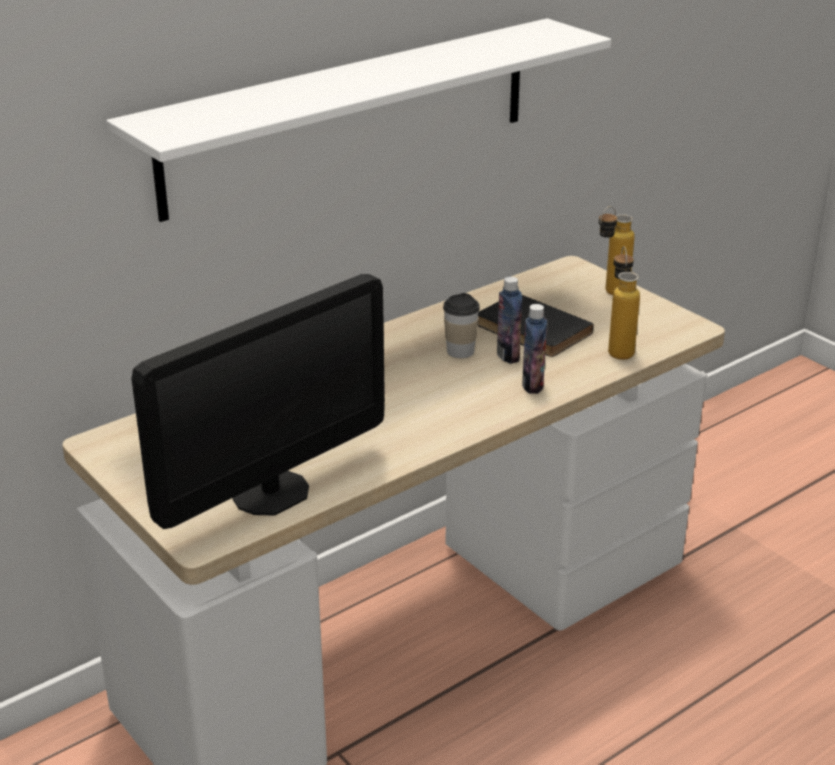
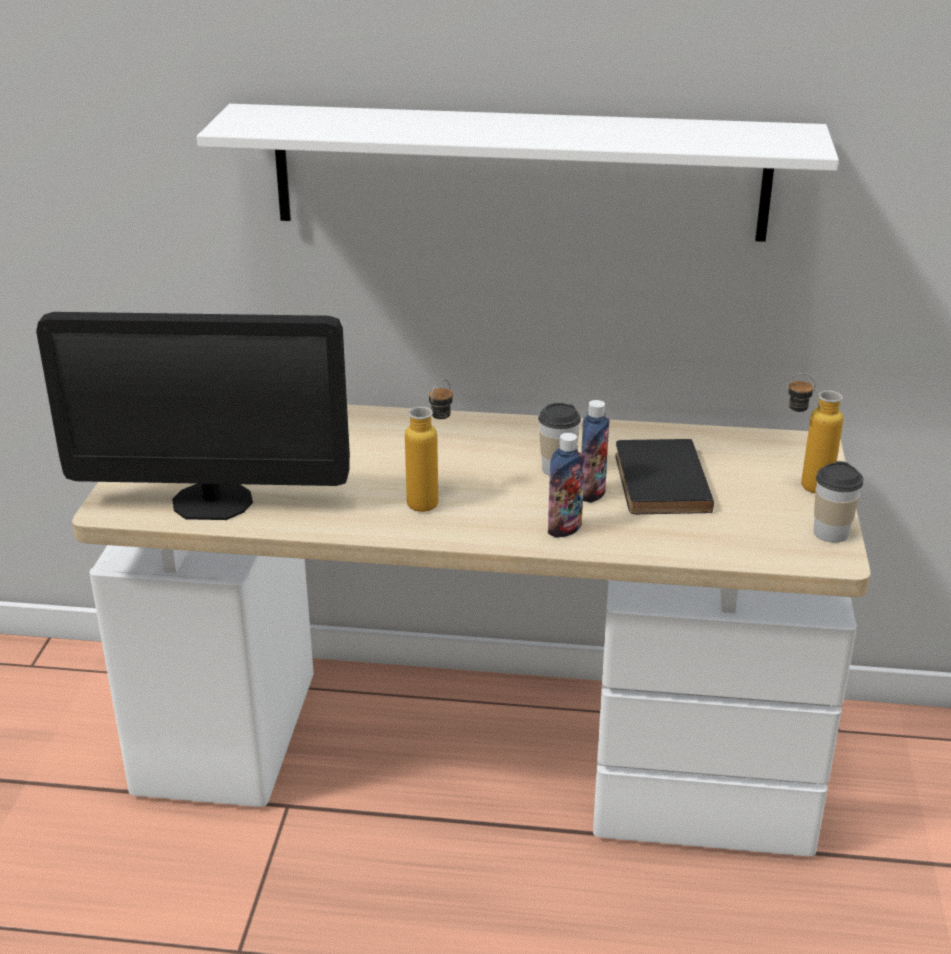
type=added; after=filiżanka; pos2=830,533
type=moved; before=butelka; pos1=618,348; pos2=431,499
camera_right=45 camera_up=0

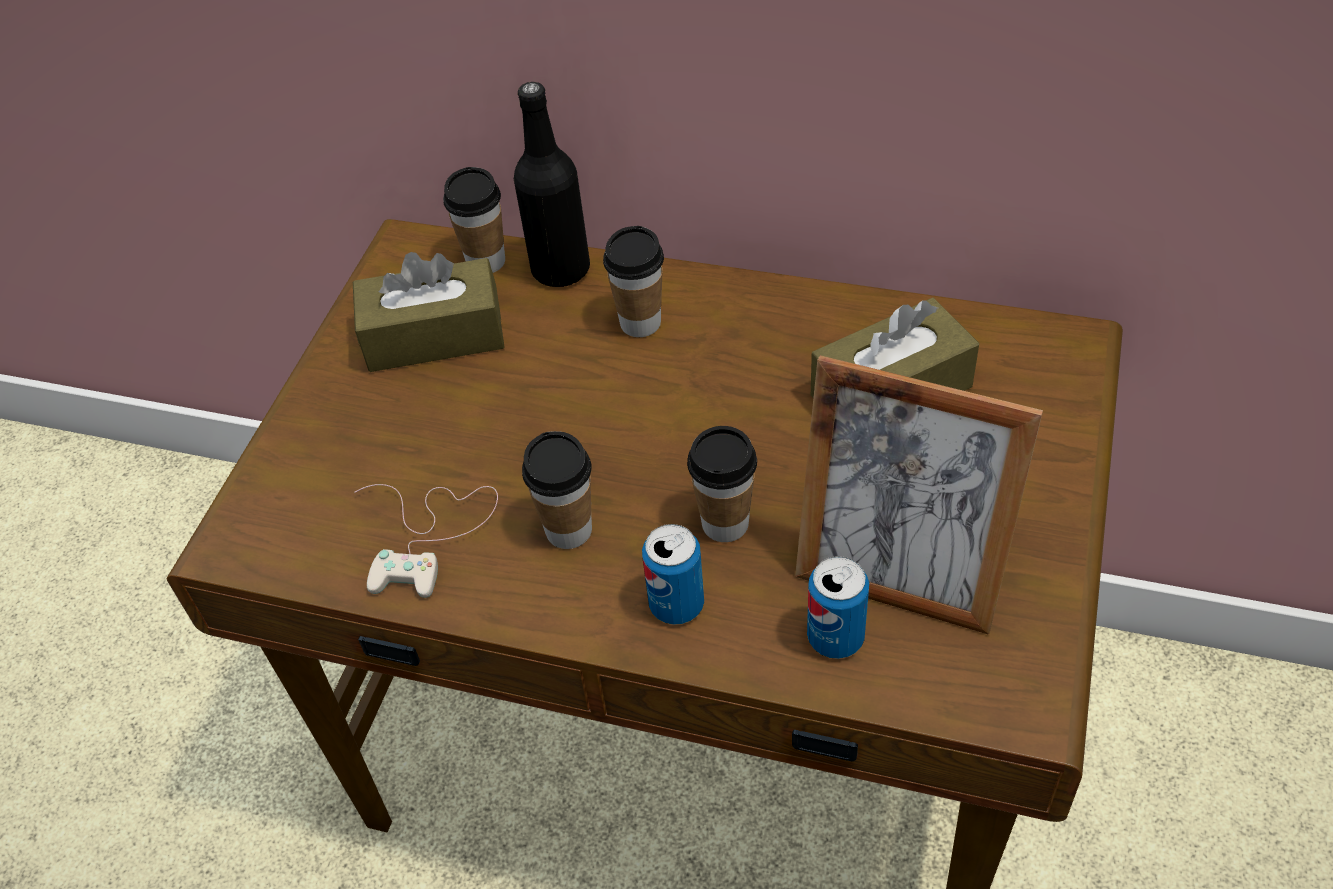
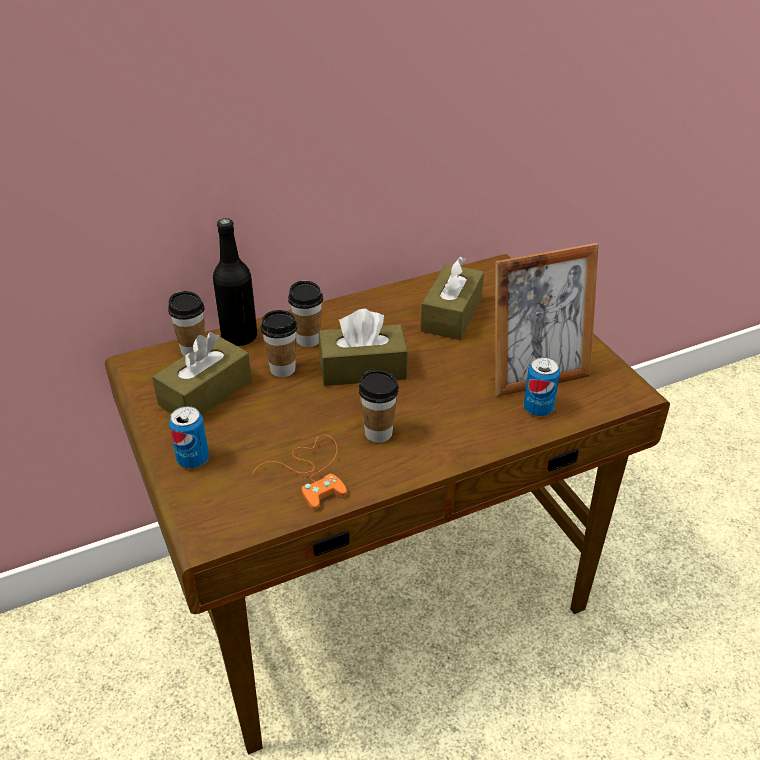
type=added; after=pudełko chusteczek [brązowy]; pos2=363,369
type=moved; before=puszka; pos1=676,604; pos2=193,459
type=moved; before=filiżanka; pos1=725,523; pos2=282,369
type=recoloured; before=pad do gier [biały]; after=pad do gier [pomarańczowy]; pos1=429,534; pos2=312,471
camera_right=-45 camera_up=-10

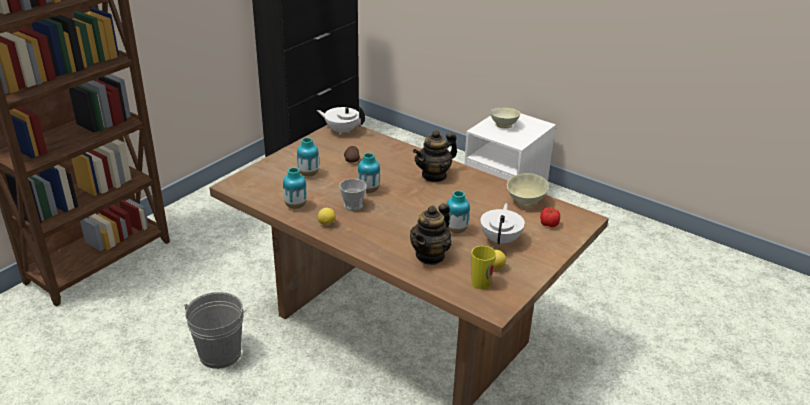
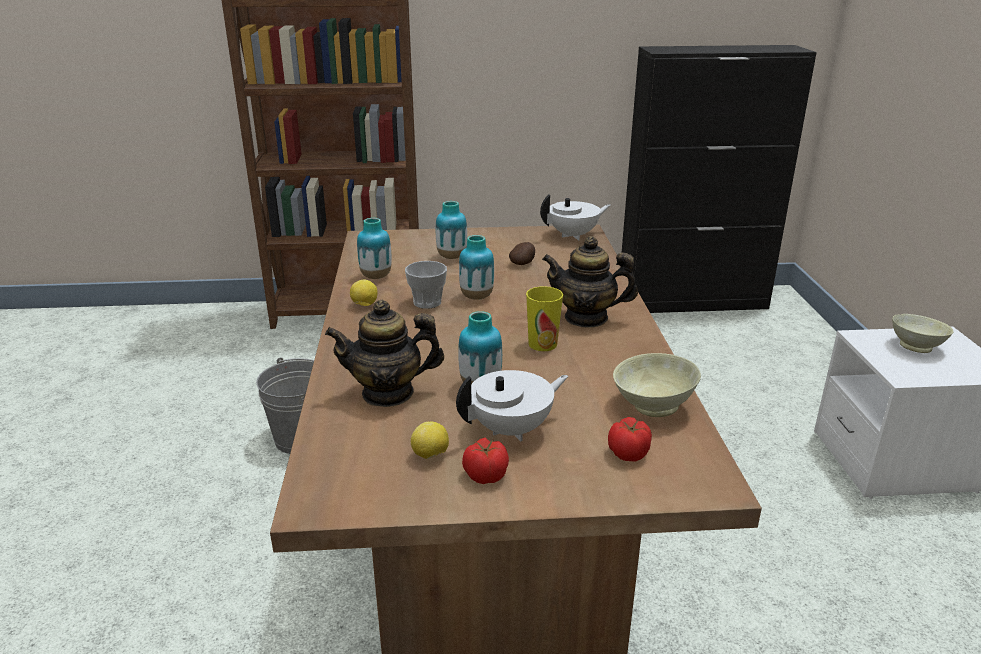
type=added; after=pomidor; pos2=485,475
type=moved; before=filiżanka; pos1=481,283; pos2=542,344
type=turned; before=imbryk [biały]; pos1=341,131; pos2=574,235; turn=90
camera_right=50 camera_up=-5

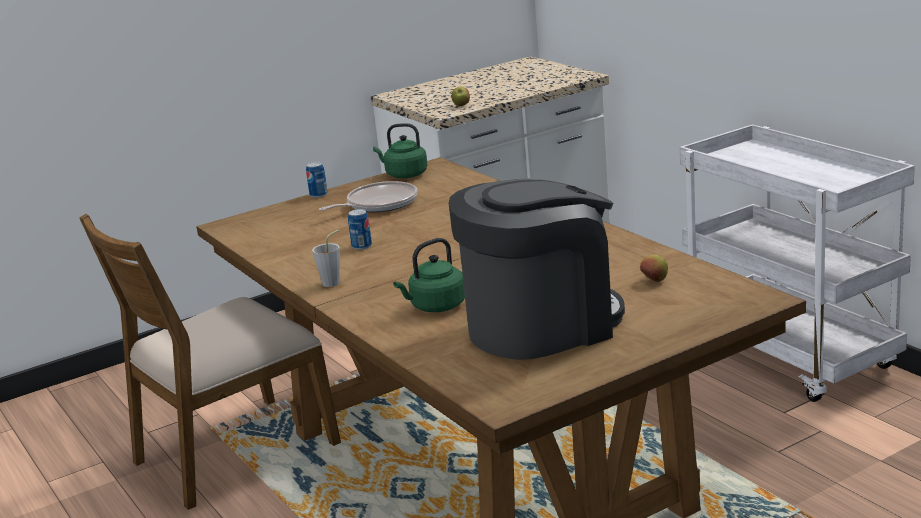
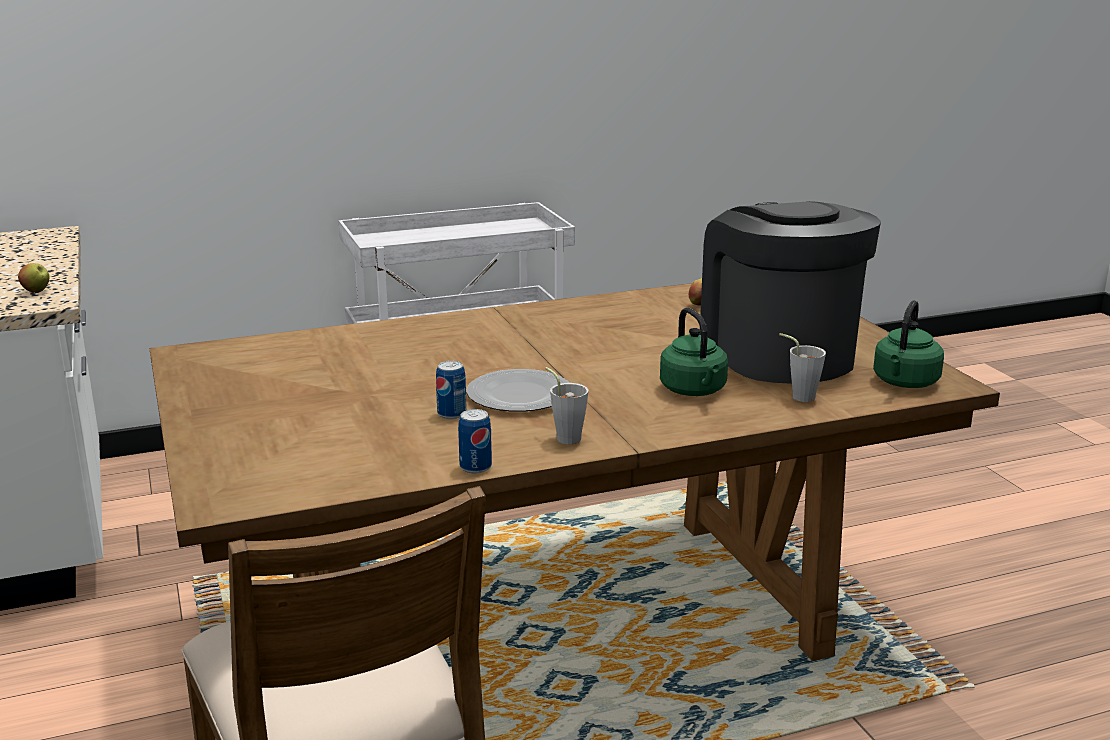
type=removed; before=patelnia; pos1=378,204
type=added; after=talerz; pos2=517,395
type=added; after=filiżanka [szary]; pos2=798,396
type=moved; before=puszka; pos1=318,195; pos2=475,467
type=moved; before=czajnik [zielony]; pos1=404,175; pos2=904,383
camera_right=-80 camera_up=0

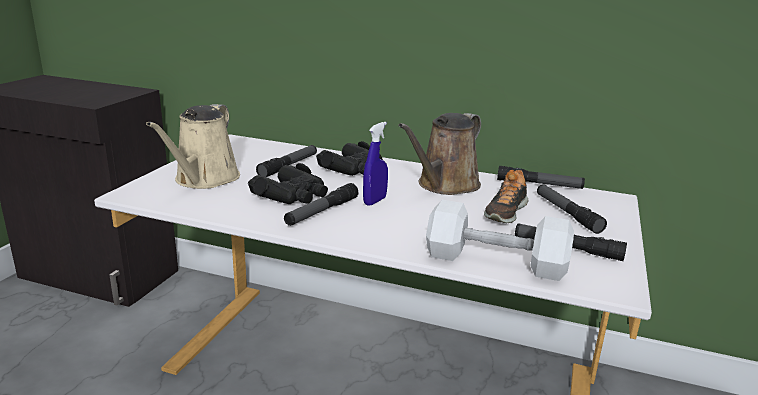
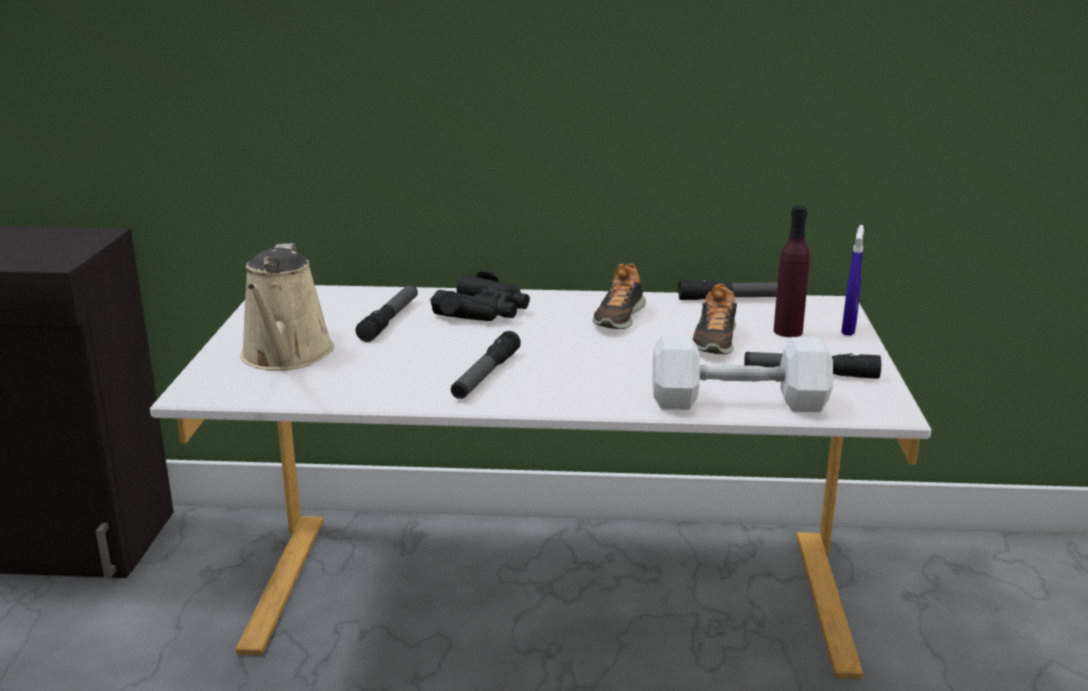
type=removed; before=lornetka [czarny]; pos1=292,195
type=moved; before=spryskiwacz [niebieski]; pos1=374,201; pos2=848,329
type=replaced; before=konewka [brązowy]; after=but; pos1=445,185; pos2=619,317
type=replaced; before=latarka; after=butelka [fioletowy]; pos1=567,213; pos2=788,331
camera_right=-15 camera_up=0

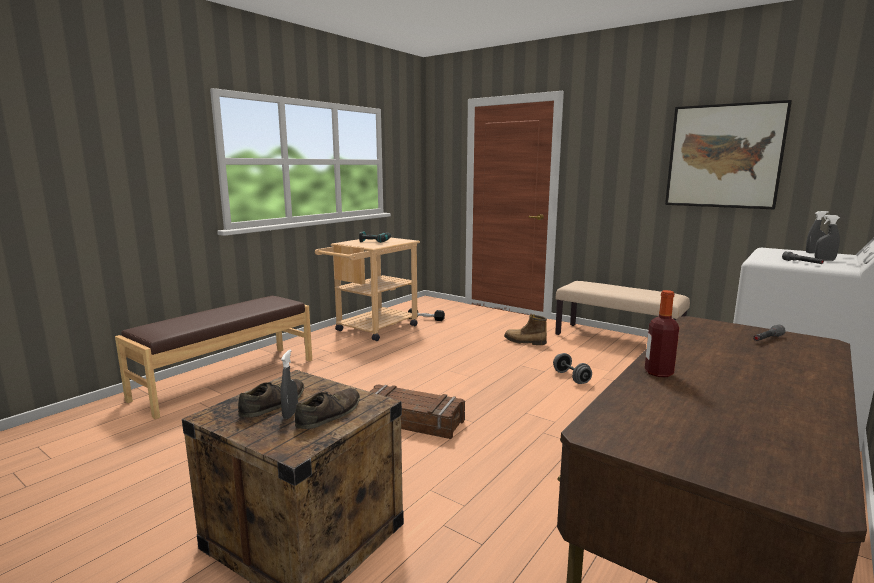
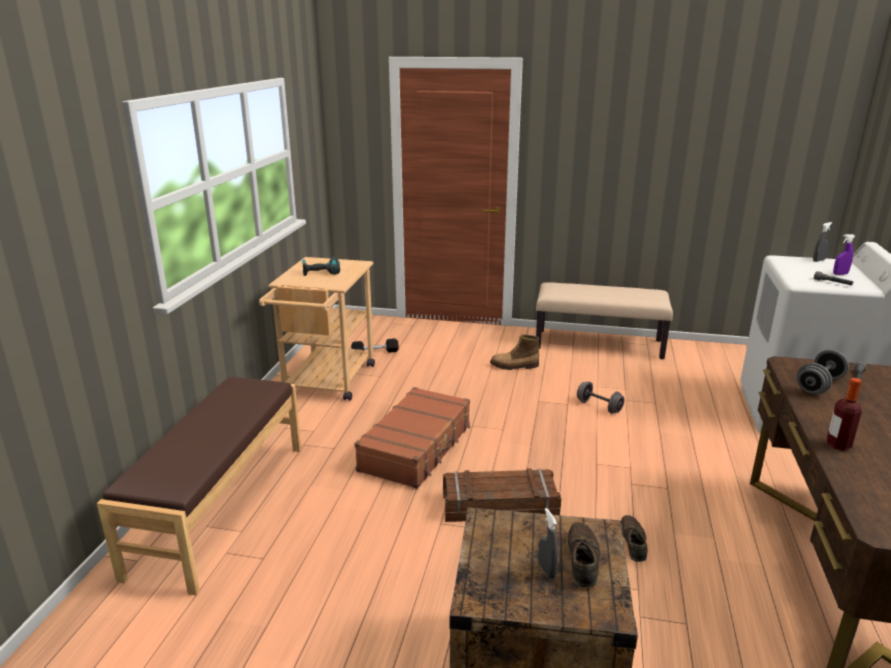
type=removed; before=obraz; pos1=724,156
type=added; after=walizka [brązowy]; pos2=417,448
type=added; after=hantel [szary]; pos2=819,385
type=moved; before=but [brązowy]; pos1=273,404; pos2=633,542
type=recoloured; before=spryskiwacz [szary]; after=spryskiwacz [fioletowy]; pos1=824,260; pos2=840,274
camera_right=-25 camera_up=10

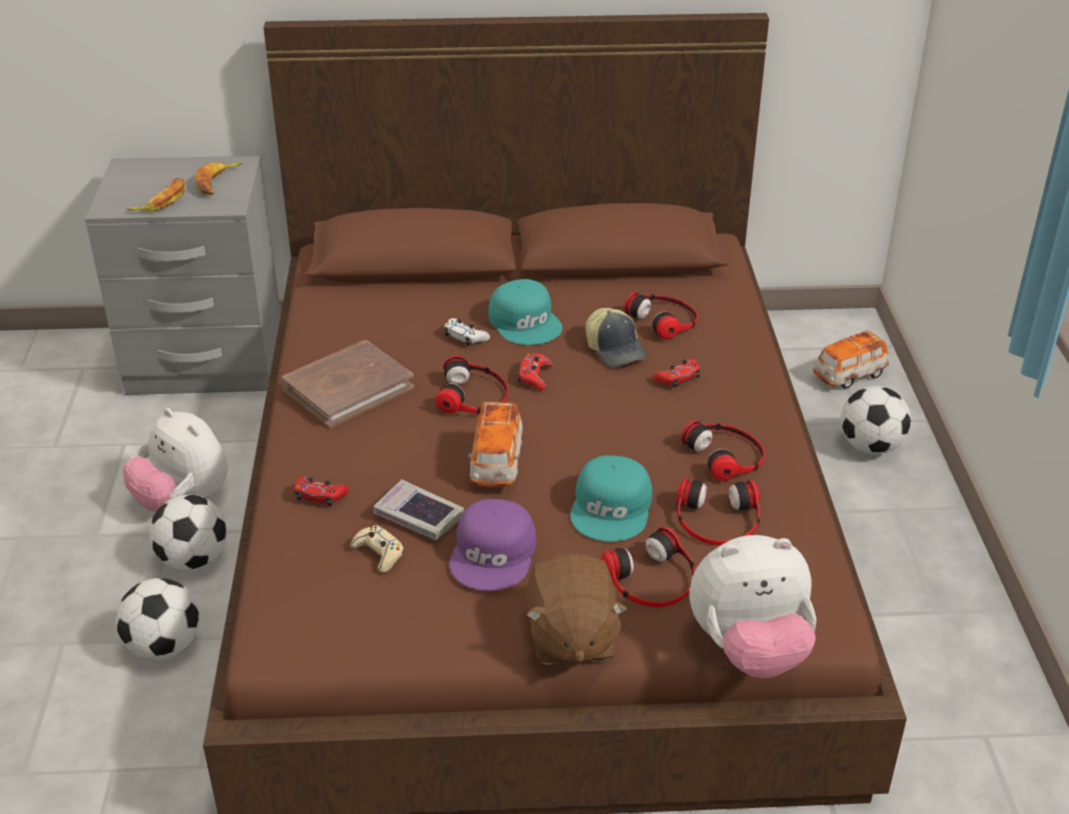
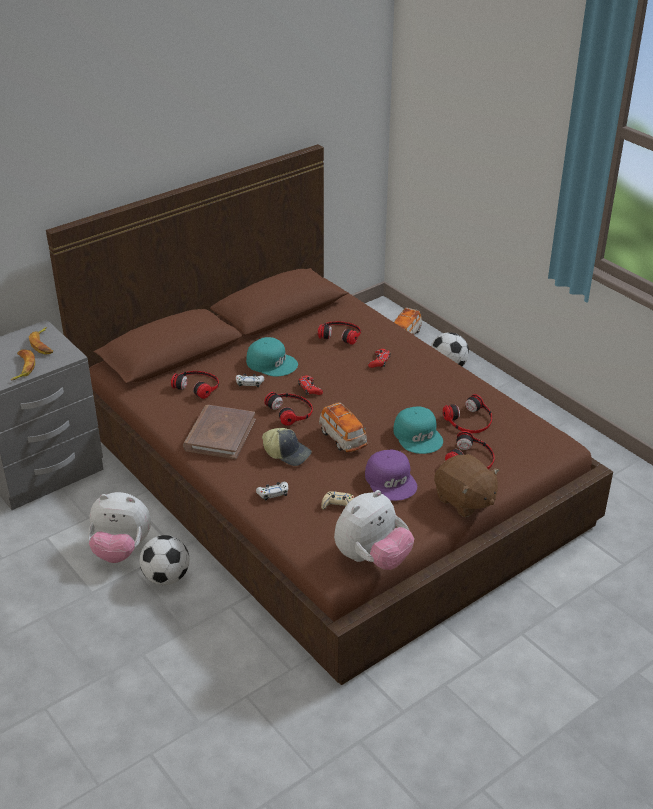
type=removed; before=piłka futbolowa; pos1=164,647
type=removed; before=książka; pos1=418,516
type=moved; before=czapka z daszkiem; pos1=615,349; pos2=287,453
type=moved; before=słuchawki; pos1=726,455; pos2=198,386
type=moved; before=pluszak; pos1=749,650; pos2=372,559
type=recoloured; before=pad do gier [czerwony]; after=pad do gier [biały]; pos1=320,496; pos2=273,493
camera_right=-35 camera_up=0

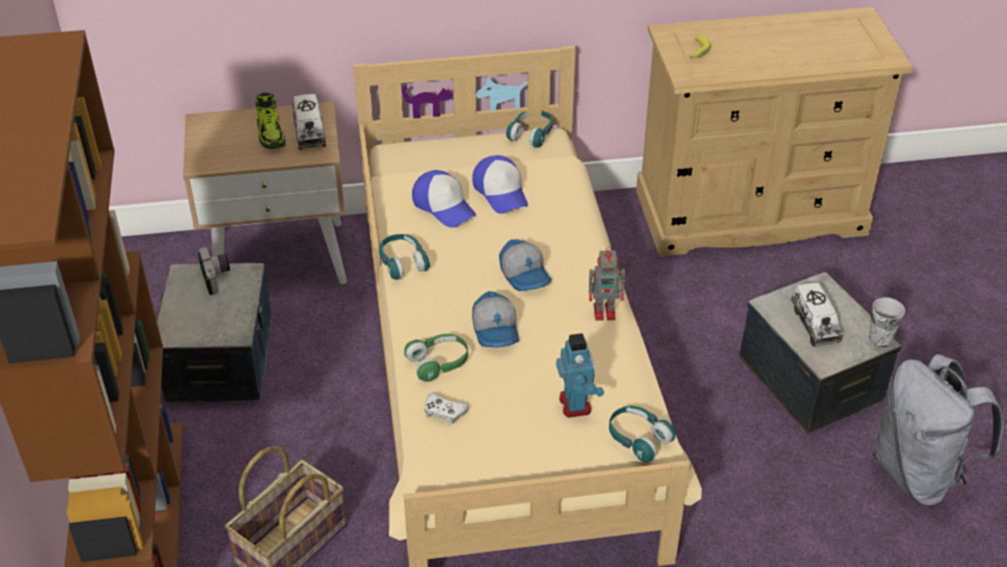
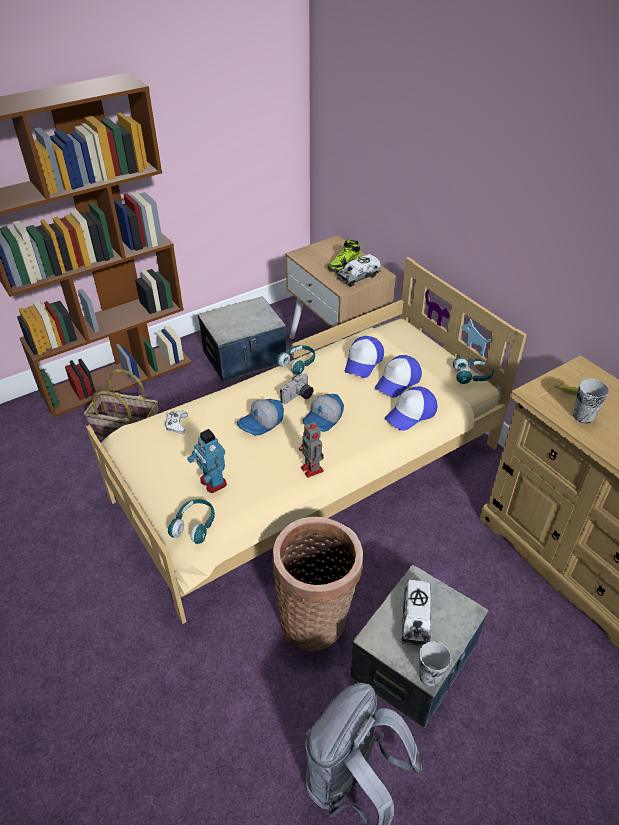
type=removed; before=słuchawki [zielony]; pos1=439,363
type=added; after=koszyk; pos2=316,619
type=added; after=czapka z daszkiem; pos2=411,414
type=added; after=filiżanka; pos2=583,416
type=moved; before=aparat fotograficzny; pos1=217,277; pos2=298,397
type=turned; before=robot zabawkowy; pos1=576,404; pos2=212,482; turn=90
type=turned; before=ciężarówka zabawkowa; pos1=815,324; pos2=415,618; turn=-45
camera_right=65 camera_up=0

